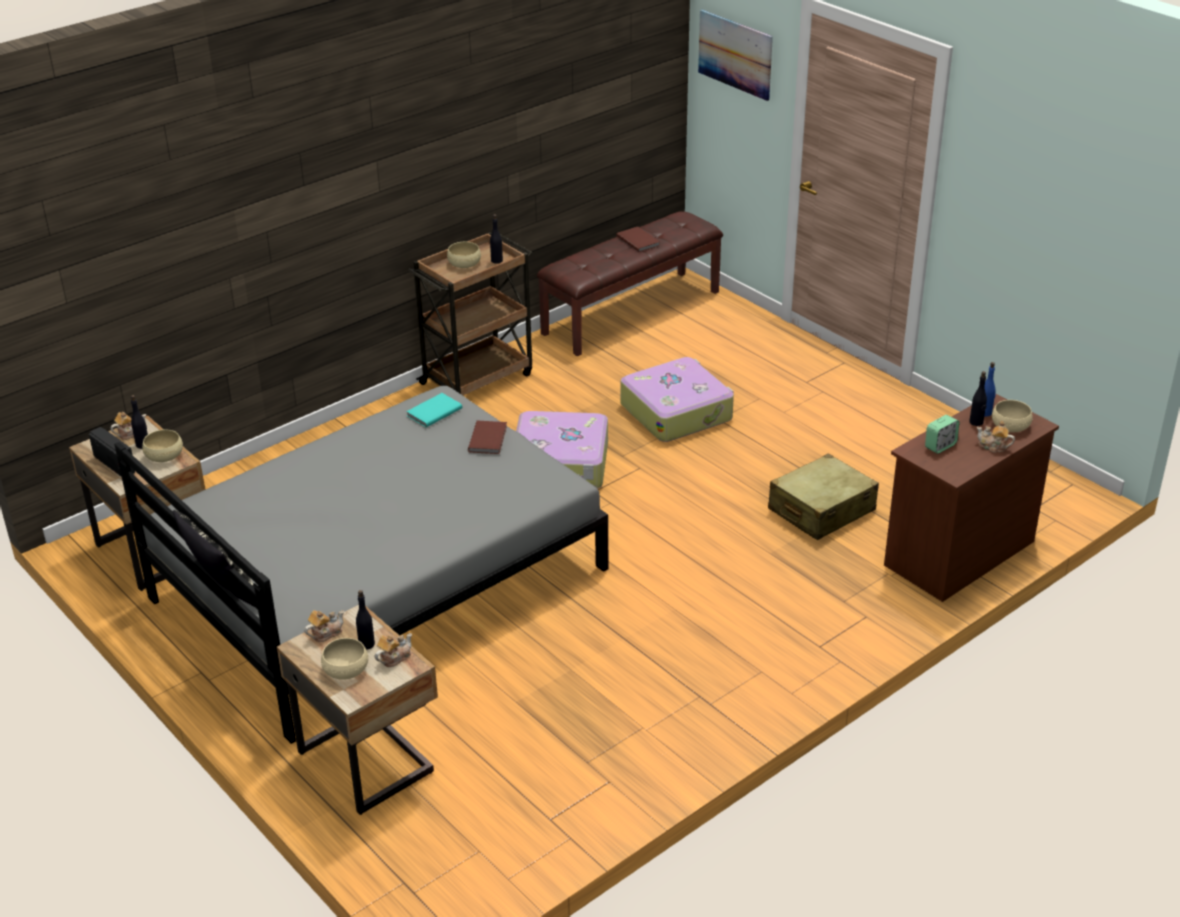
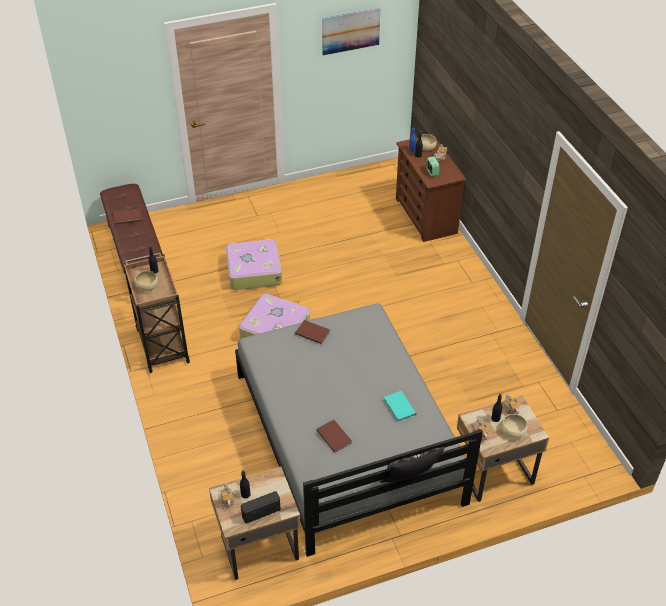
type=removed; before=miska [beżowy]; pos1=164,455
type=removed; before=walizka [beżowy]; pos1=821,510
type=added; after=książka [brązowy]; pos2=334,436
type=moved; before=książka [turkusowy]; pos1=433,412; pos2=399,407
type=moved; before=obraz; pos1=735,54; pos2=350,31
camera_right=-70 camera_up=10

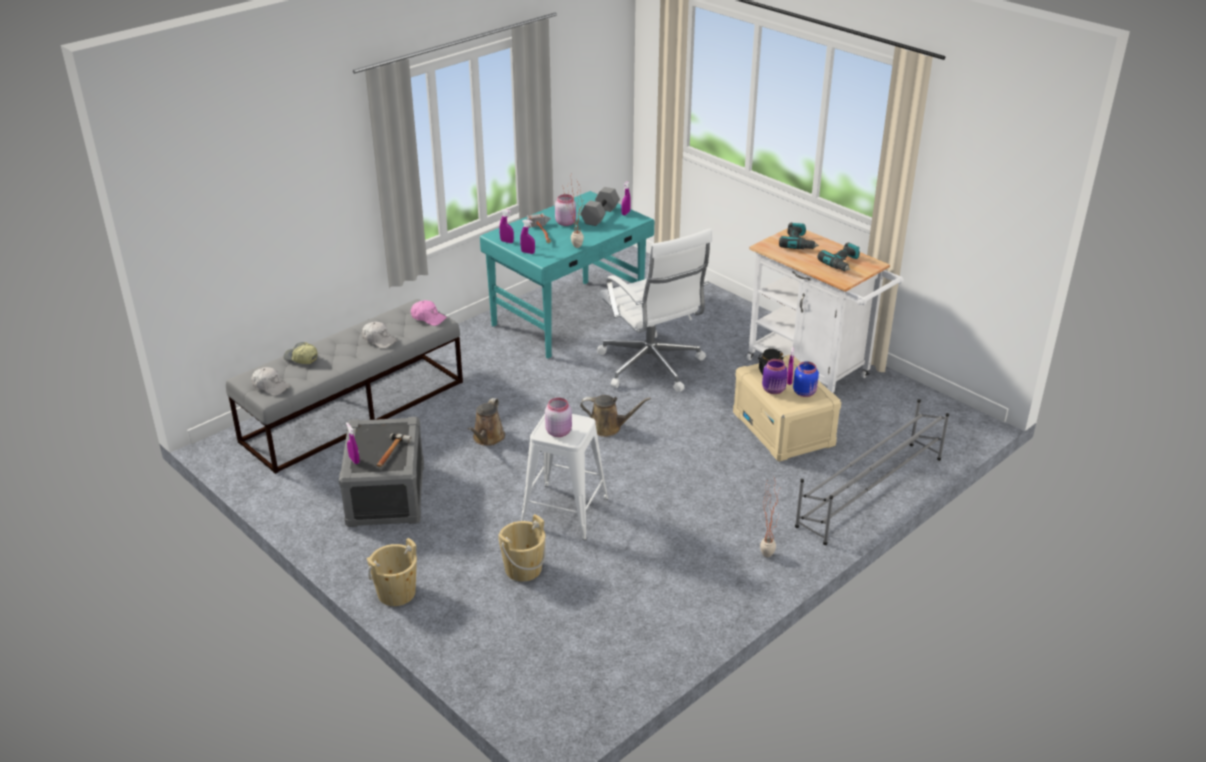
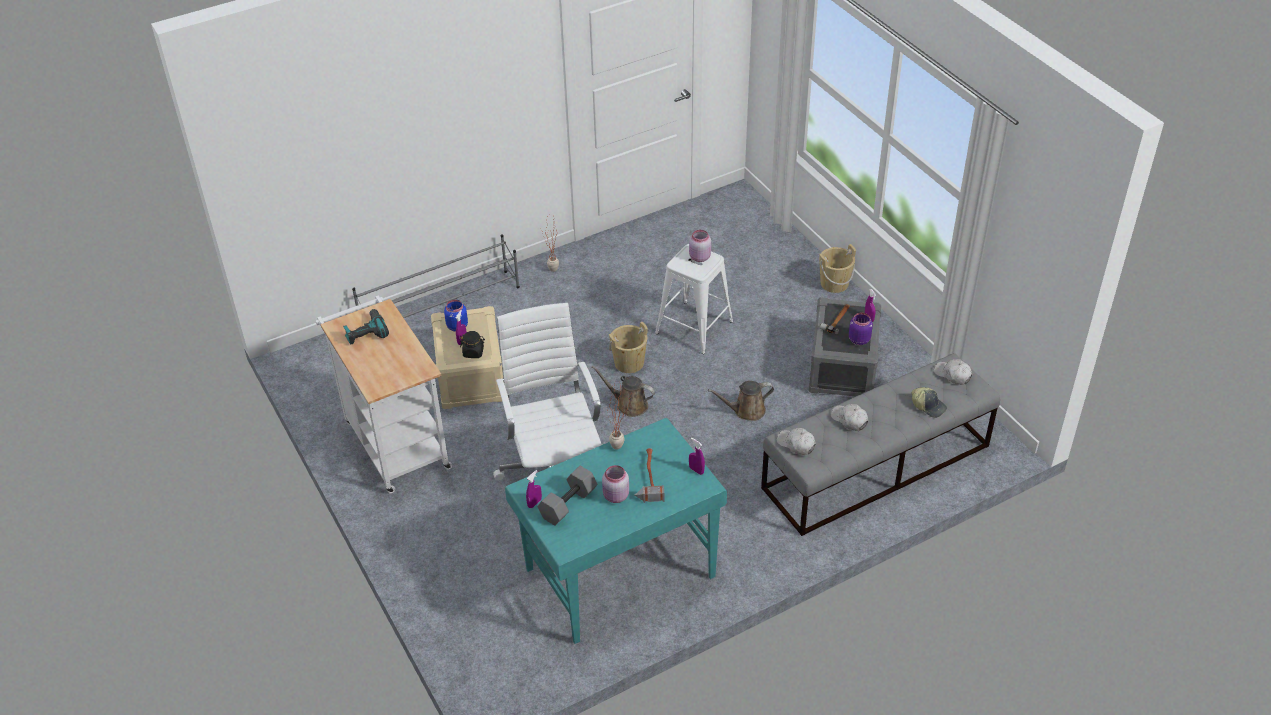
type=removed; before=spryskiwacz [fioletowy]; pos1=528,252
type=removed; before=wiertarka; pos1=798,243
type=moved; before=wiadro [beżowy]; pos1=523,569; pos2=629,363
type=moved; before=słoik [fioletowy]; pos1=774,390; pos2=858,339
type=recoloured; before=czapka z daszkiem [różowy]; after=czapka z daszkiem [biały]; pos1=428,318; pos2=796,444
type=turned; before=konewka [brązowy]; pos1=487,438; pos2=746,411; turn=-135
camera_right=-165 camera_up=10

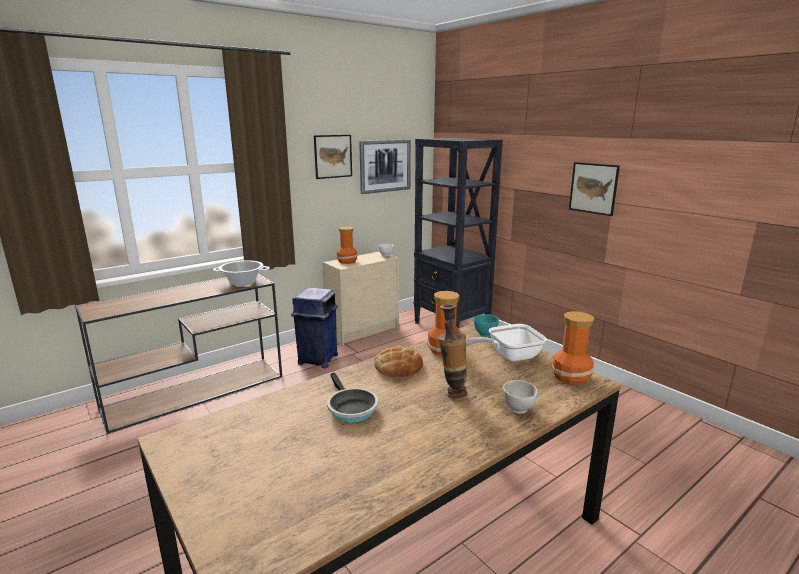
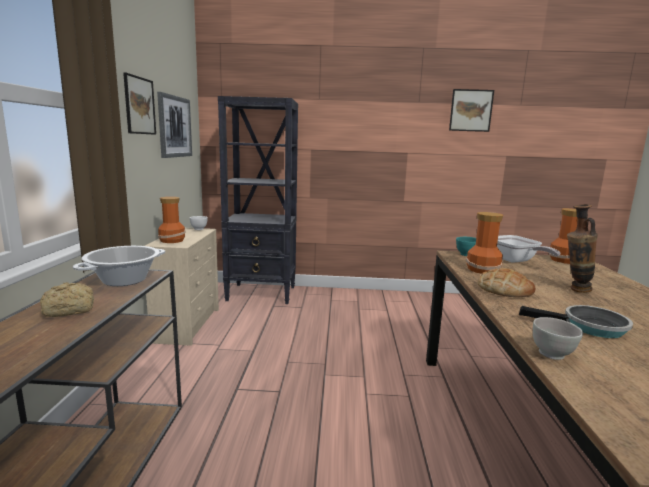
type=removed; before=kosz na śmieci [niebieski]; pos1=317,360
type=added; after=chleb; pos2=71,309
type=moved; before=miska [biały]; pos1=518,409; pos2=552,355
type=moved; before=obraz; pos1=593,188; pos2=471,110
type=turned; before=patelnia; pos1=509,356; pos2=515,261; turn=-45
camera_right=-50 camera_up=-5

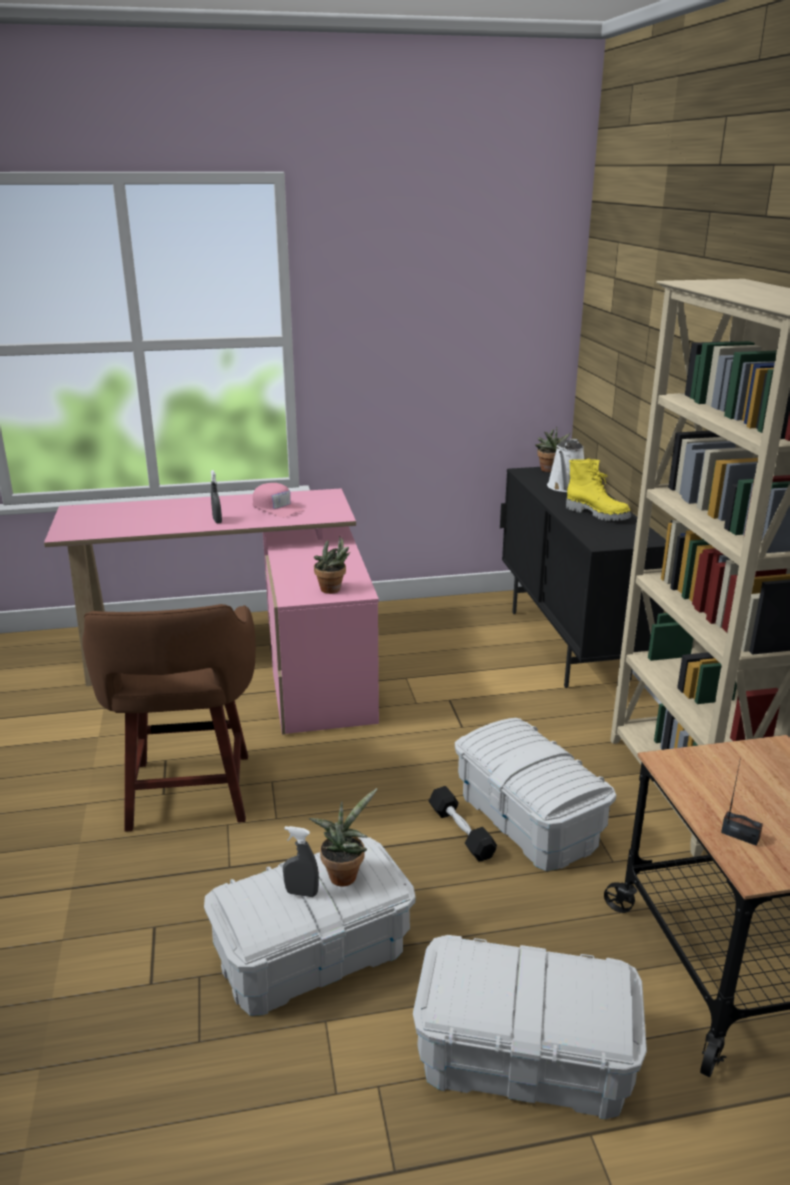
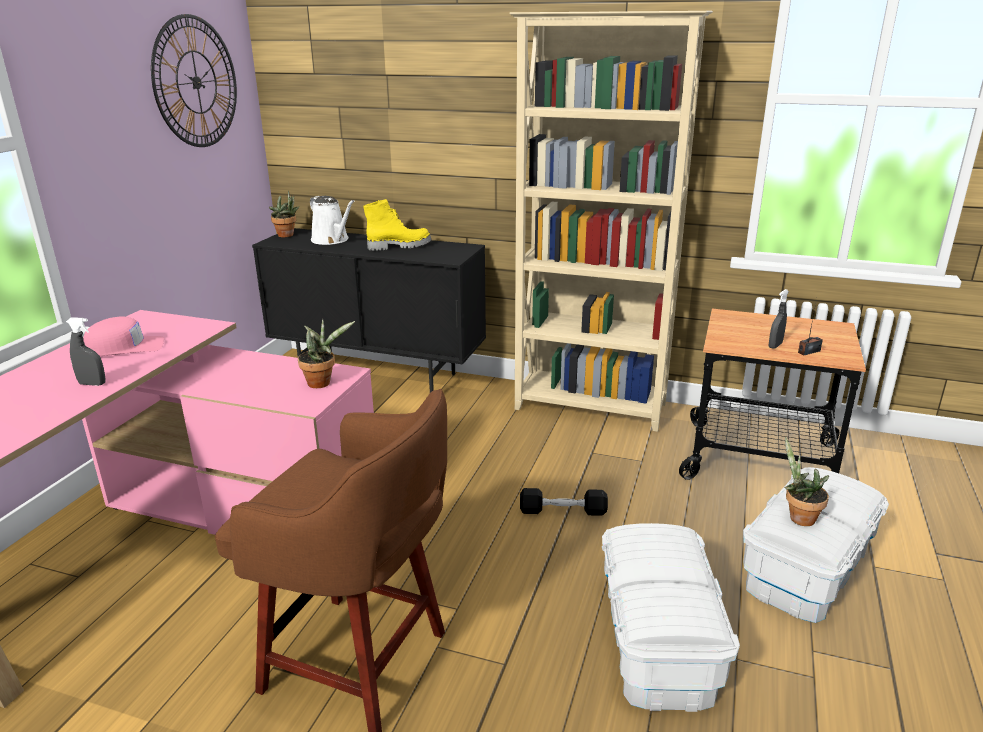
type=removed; before=pojemnik do przechowywania [biały]; pos1=528,819
type=added; after=zegar ścienny; pos2=196,82
type=moved; before=spryskiwacz [szary]; pos1=301,893; pos2=775,345
type=moved; before=roślina doniczkowa; pos1=344,873; pos2=798,517
camera_right=-60 camera_up=0

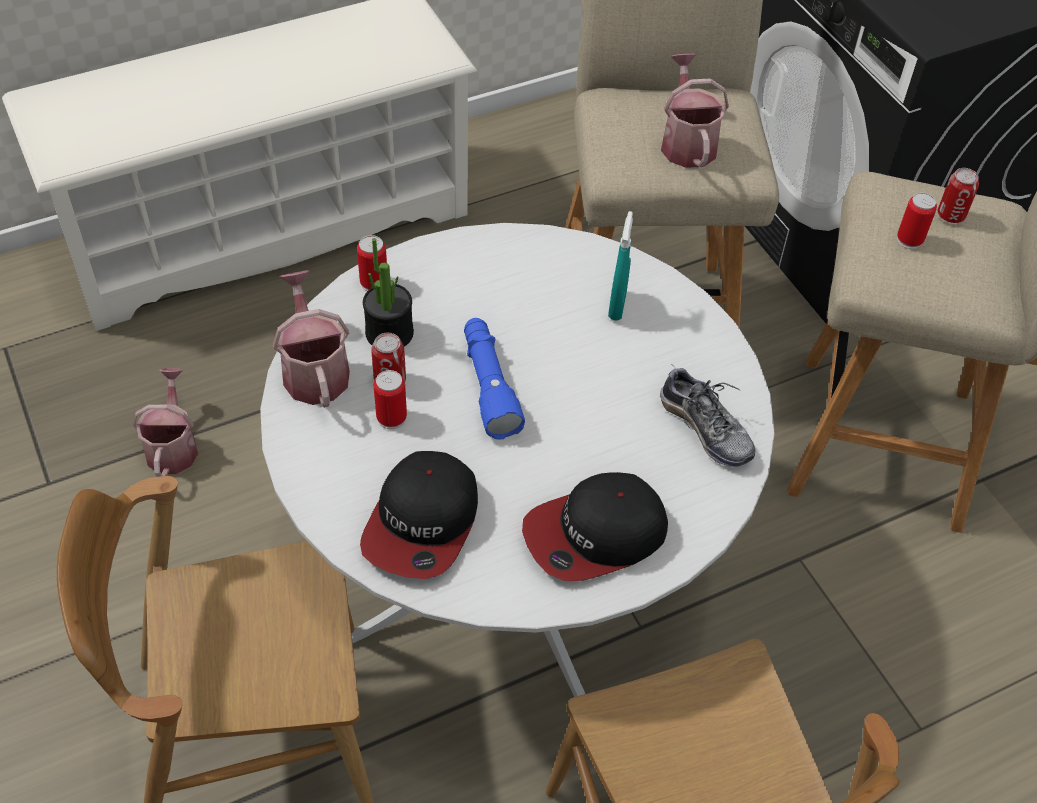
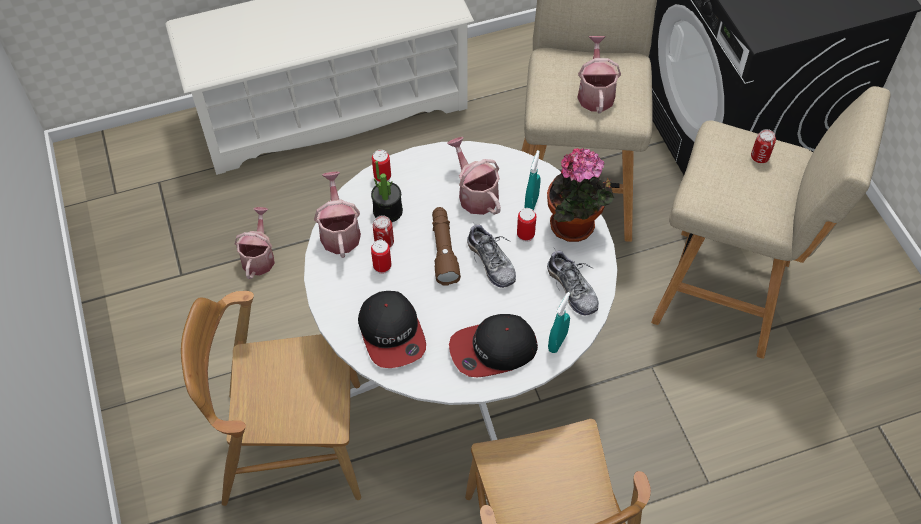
type=added; after=konewka; pos2=475,194
type=added; after=but; pos2=491,262
type=added; after=roślina doniczkowa; pos2=575,227
type=added; after=spryskiwacz [turkusowy]; pos2=557,342
type=moved; before=puszka; pos1=909,240; pos2=525,234
type=recoloured; before=latarka [niebieski]; after=latarka [brązowy]; pos1=489,386; pos2=443,250
type=turned; before=czapka z daszkiem; pos1=423,523; pos2=392,333; turn=-45
camera_right=10 camera_up=5

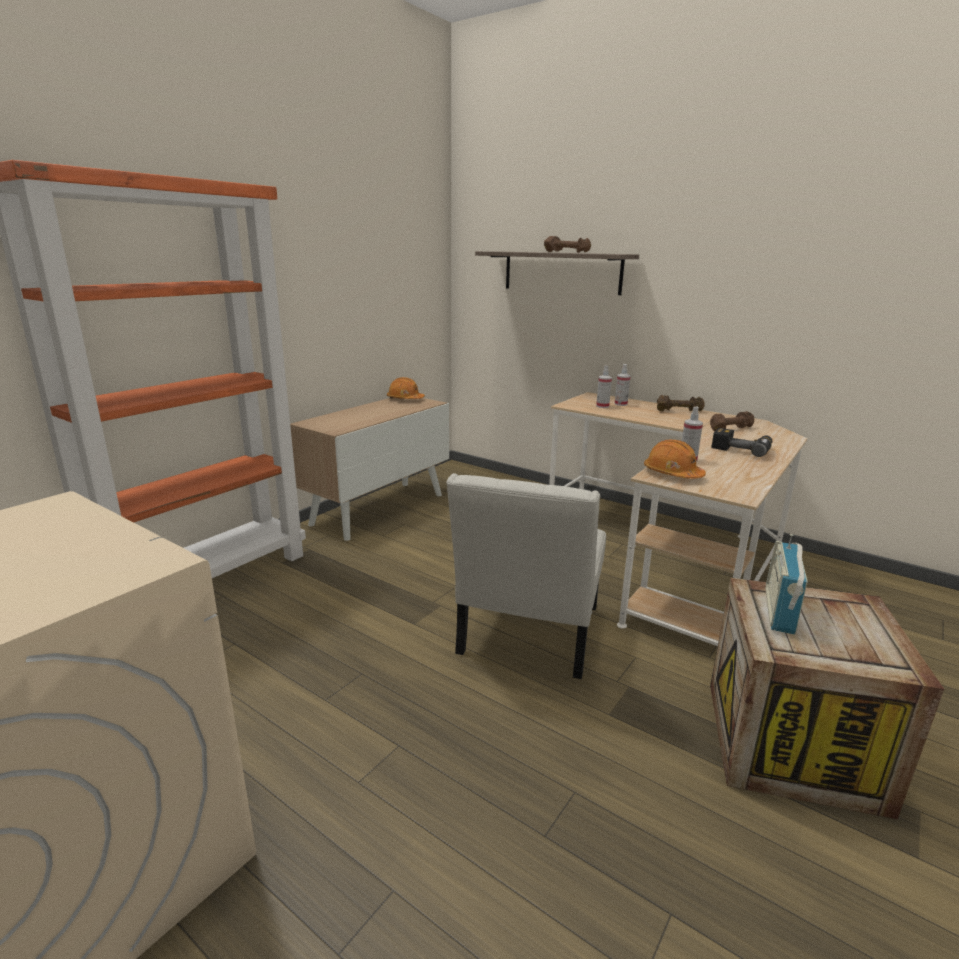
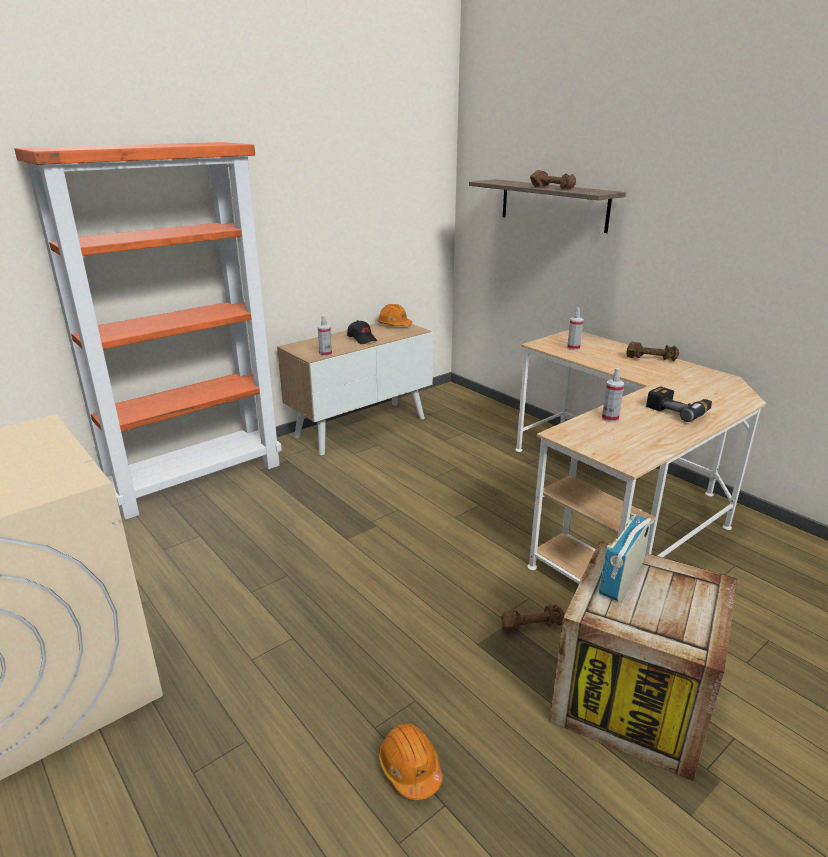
type=removed; before=krzesło [biały]; pos1=527,635
type=added; after=czapka z daszkiem [czarny]; pos2=362,339
type=moved; before=spryskiwacz; pos1=621,404; pos2=325,354
type=moved; before=kask [pomarańczowy]; pos1=672,474; pos2=410,768
type=moved; before=hantel [brązowy]; pos1=730,429; pos2=531,626
camera_right=15 camera_up=5

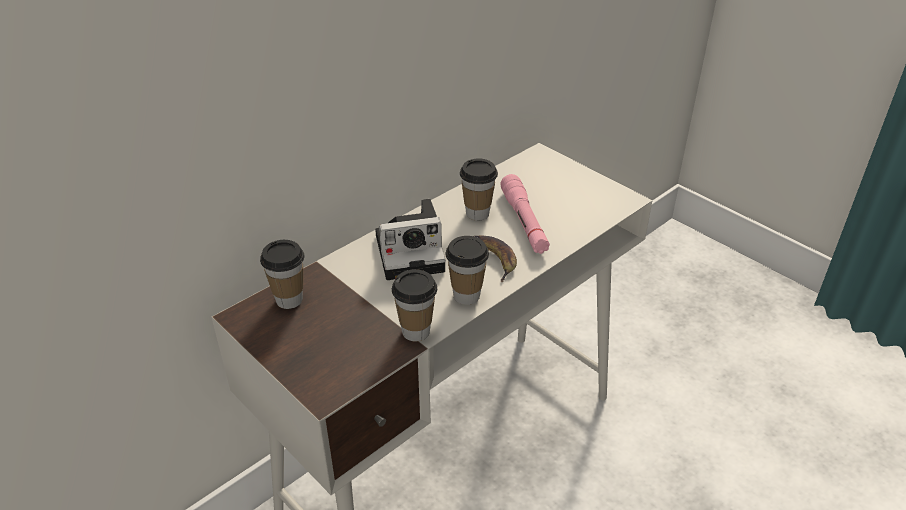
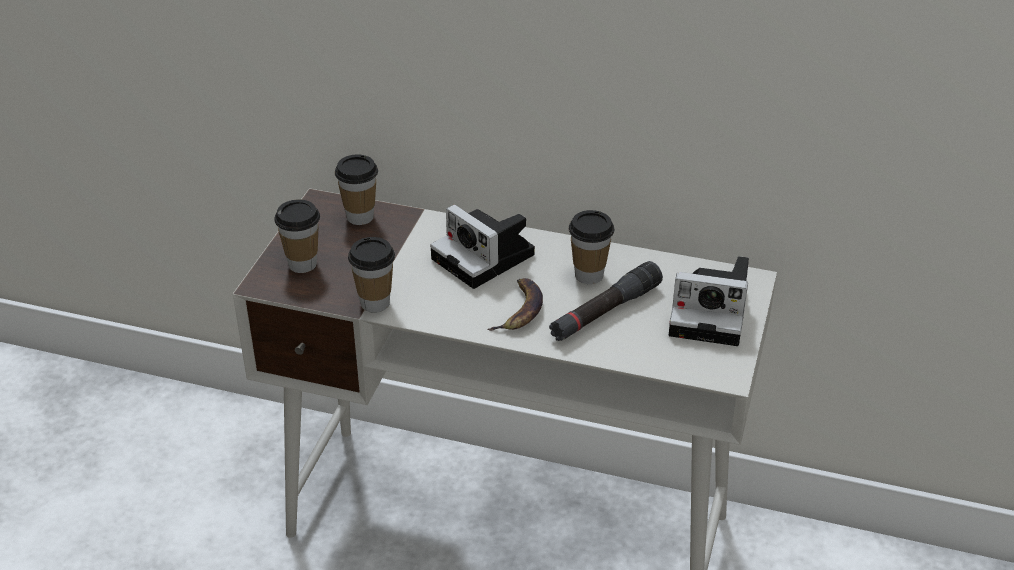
type=added; after=aparat fotograficzny; pos2=712,313
type=moved; before=filiżanka; pos1=466,295; pos2=302,264
type=recoloured; before=latarka [różowy]; after=latarka [czarny]; pos1=524,222; pos2=605,312
camera_right=60 camera_up=0

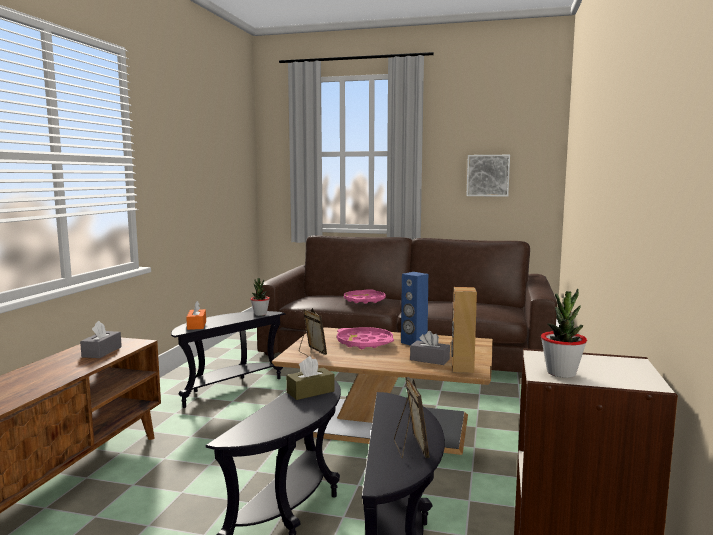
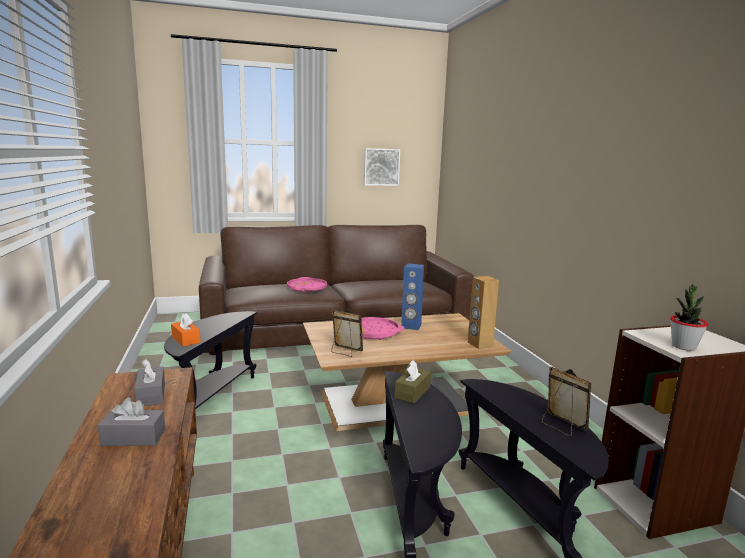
type=removed; before=roślina doniczkowa; pos1=260,314
type=moved; before=pudełko chusteczek [szary]; pos1=429,360; pos2=133,438
camera_right=-30 camera_up=5

